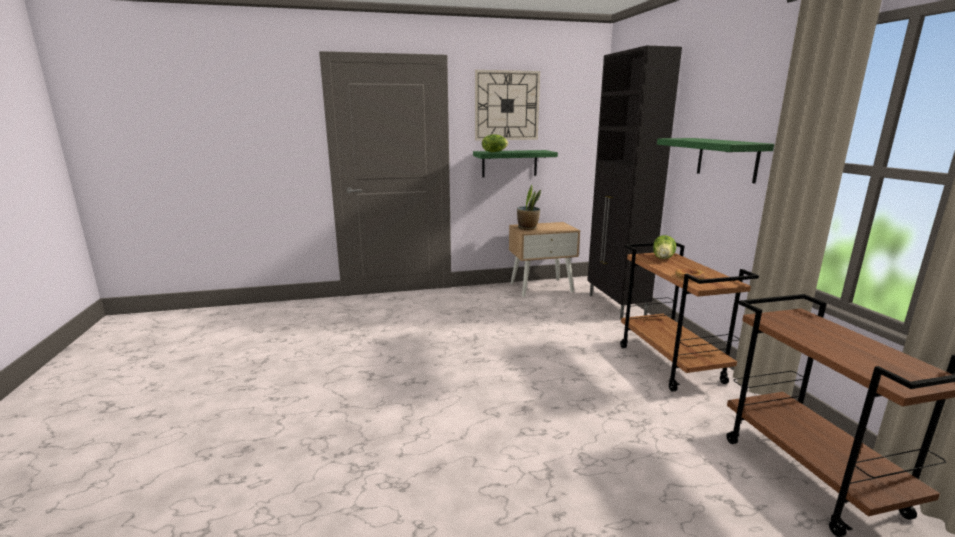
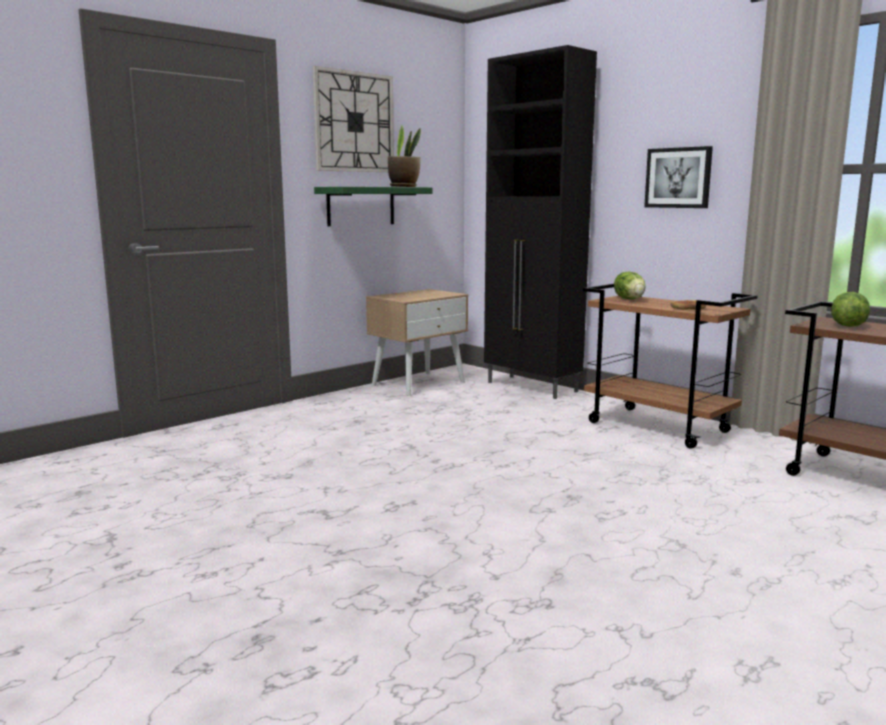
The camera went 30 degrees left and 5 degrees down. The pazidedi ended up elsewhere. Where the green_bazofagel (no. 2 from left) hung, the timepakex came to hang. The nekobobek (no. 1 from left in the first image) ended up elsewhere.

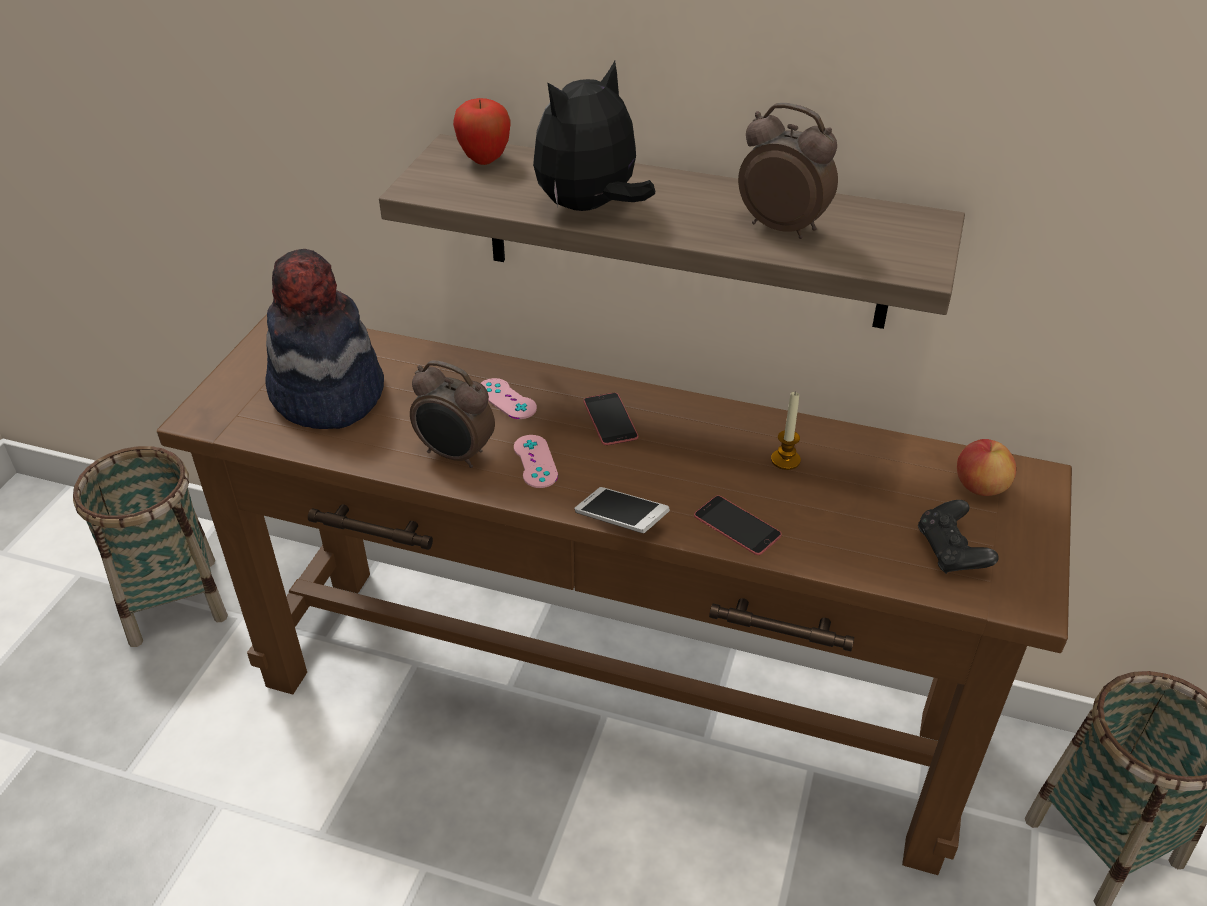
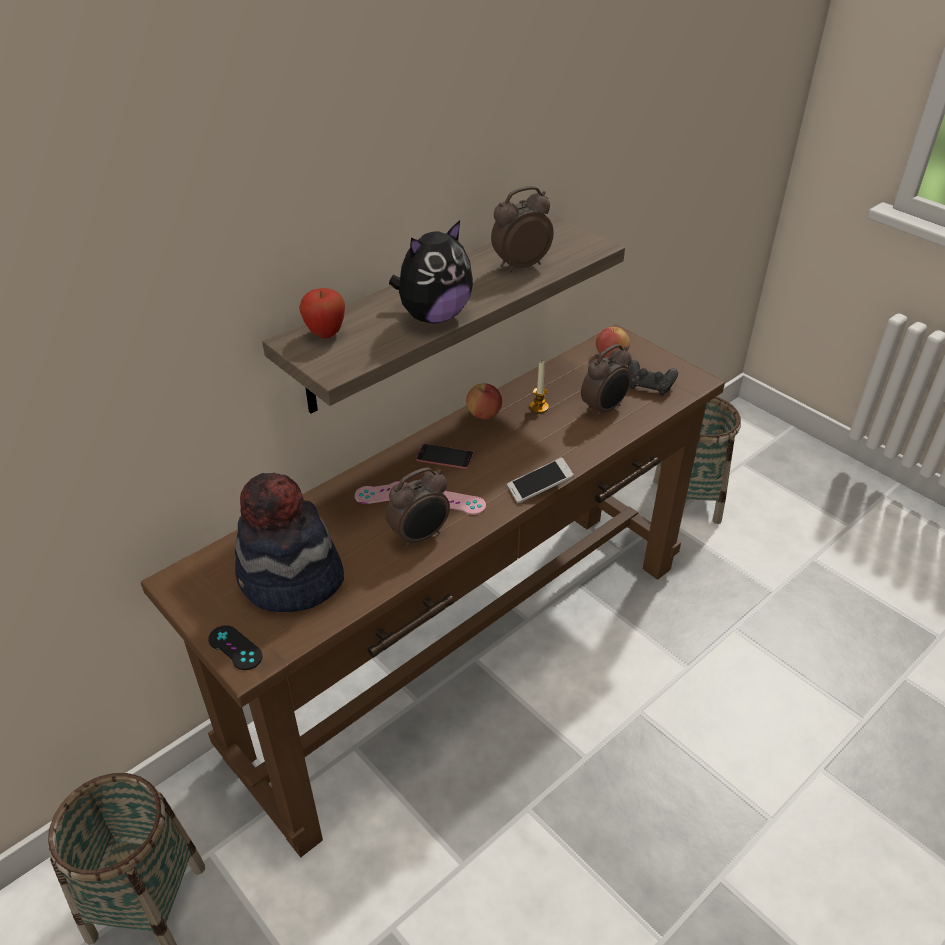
The camera went 60 degrees left and 0 degrees up. The second view gained the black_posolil (no. 1 from left). The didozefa ended up facing another way, 120 degrees counterclockwise from before. The second view gained the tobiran (no. 2 from left). The second view gained the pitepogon (no. 3 from left). The second view lost the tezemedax (no. 3 from left).

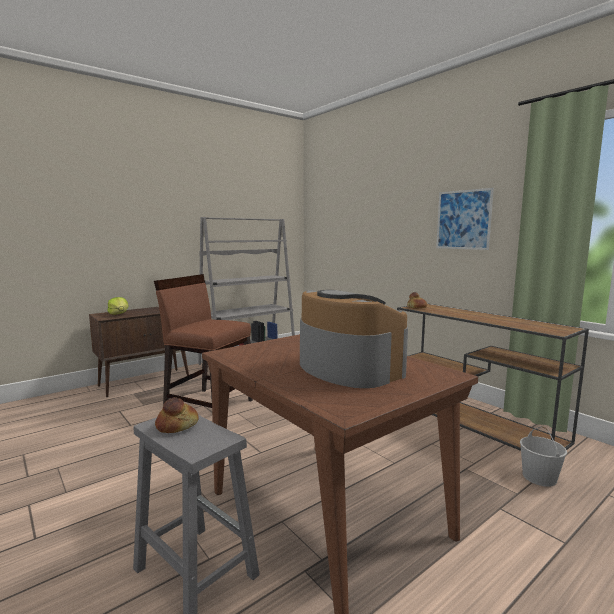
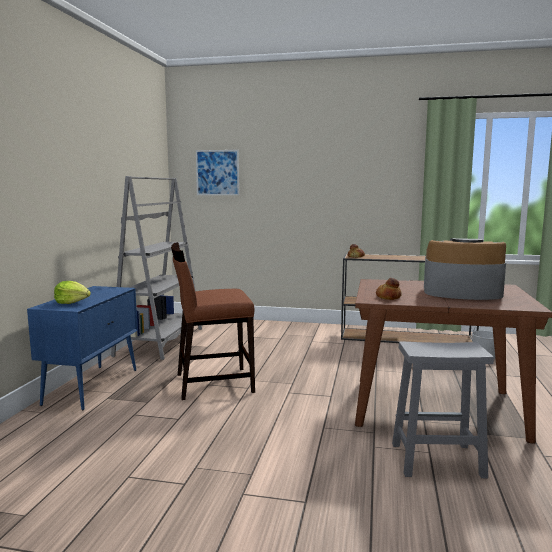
The camera went 40 degrees left and 0 degrees up. What was the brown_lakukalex turned into the blue_lakukalex. The timepakex ended up elsewhere. The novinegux (no. 1 from left in the first image) ended up elsewhere.

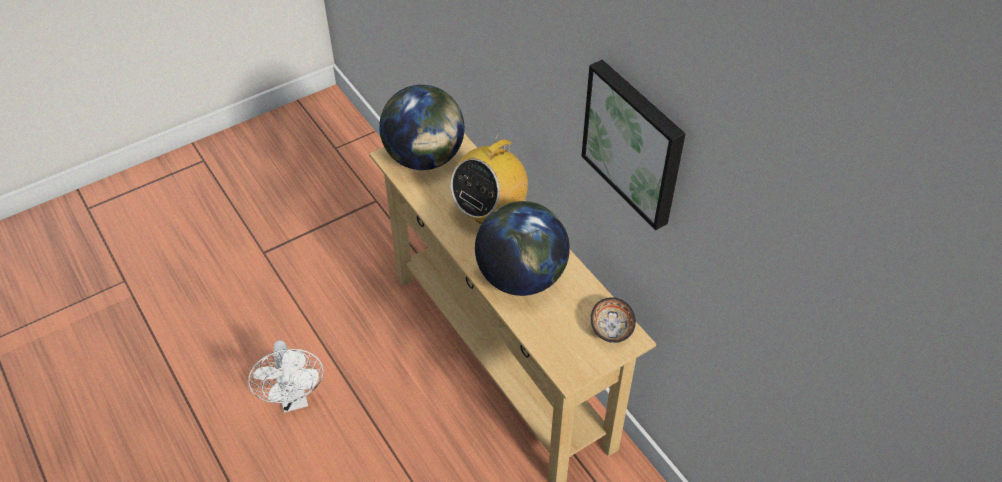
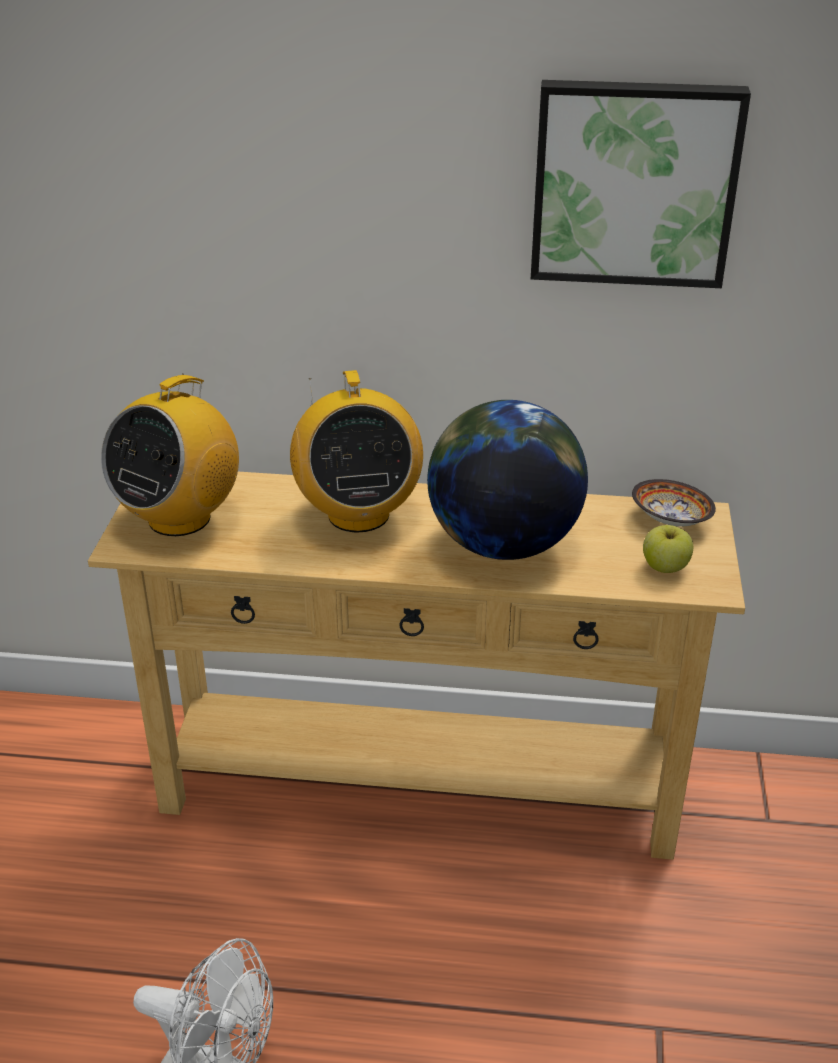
The camera went 50 degrees left and 15 degrees down. Where the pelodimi (no. 1 from left) stood, the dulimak (no. 1 from left) came to stand. The second view gained the tobiran.

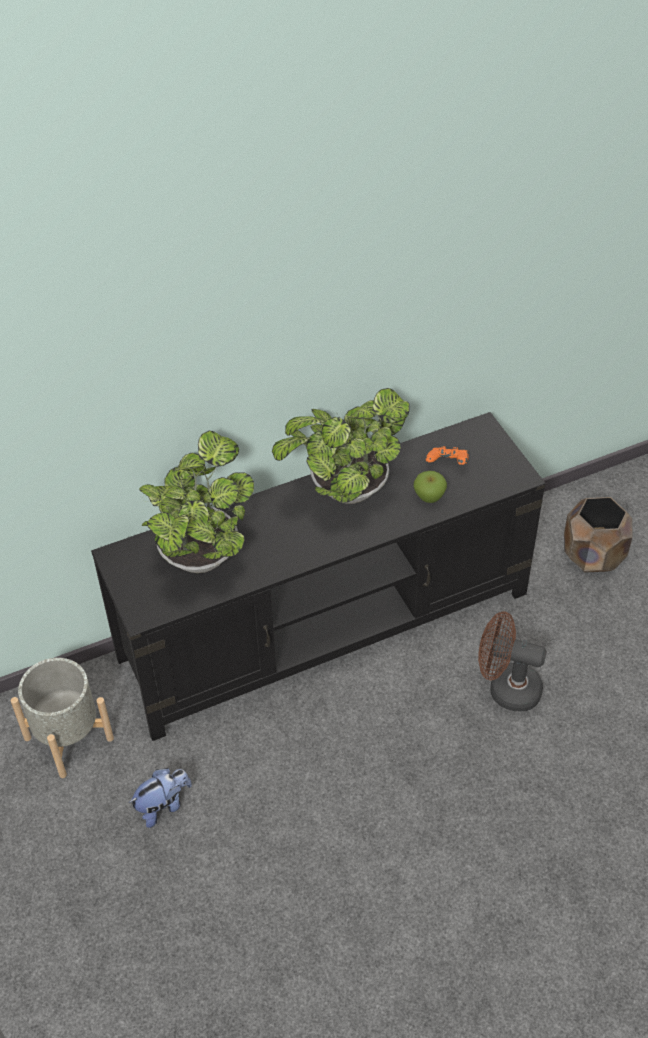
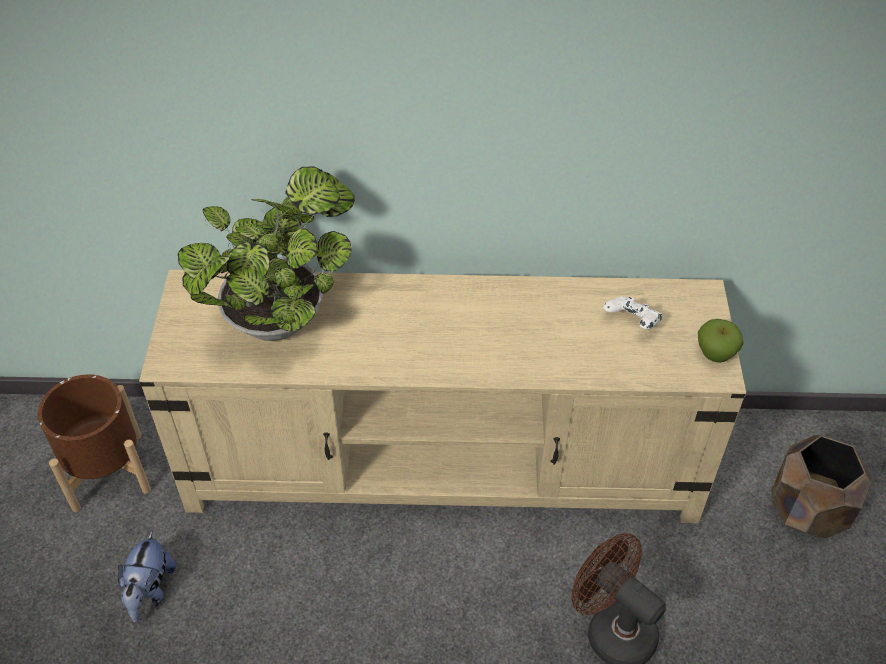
The camera went 25 degrees right and 0 degrees up. What was the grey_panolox turned into the brown_panolox (no. 1 from left). The didozefa ended up facing another way, 105 degrees clockwise from before. What was the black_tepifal turned into the beige_tepifal. What was the orange_posolil turned into the white_posolil. The tobiran ended up elsewhere. The second view lost the pazidedi (no. 2 from left).

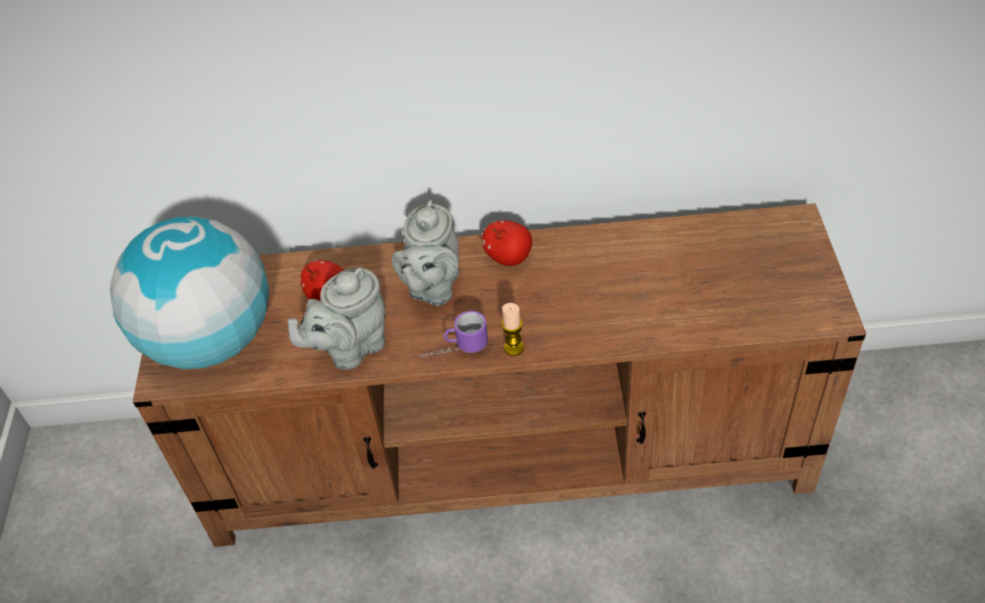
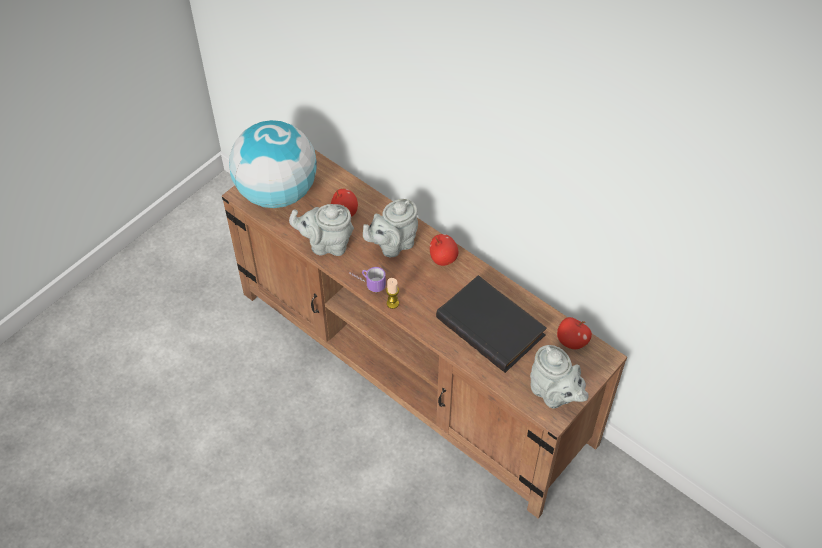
The camera went 40 degrees right and 5 degrees up. The second view gained the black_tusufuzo. The second view gained the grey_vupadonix (no. 3 from left). The second view gained the tobiran (no. 3 from left).

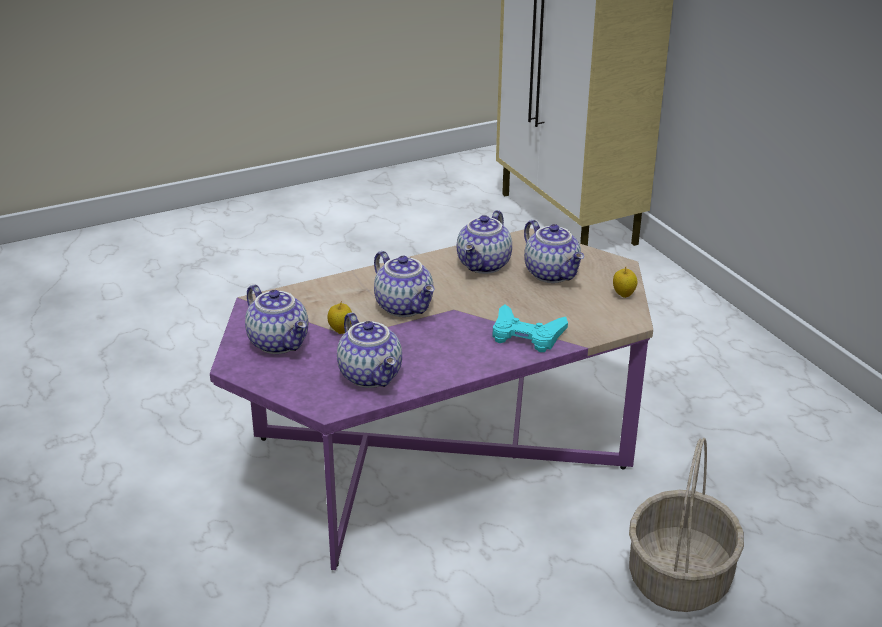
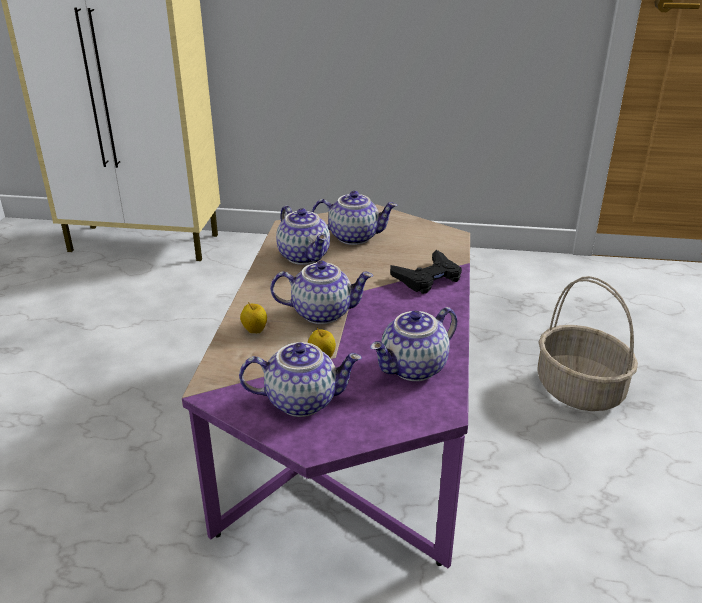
The camera went 55 degrees left and 0 degrees up. The tobiran (no. 2 from left in the first image) ended up elsewhere. The vupadonix (no. 2 from left in the first image) ended up facing another way, 135 degrees clockwise from before. What was the turquoise_posolil turned into the black_posolil.

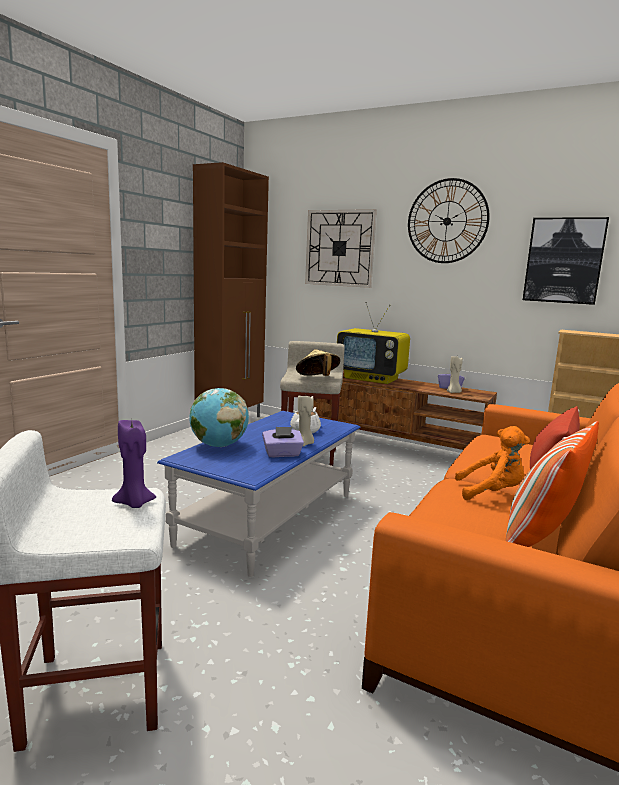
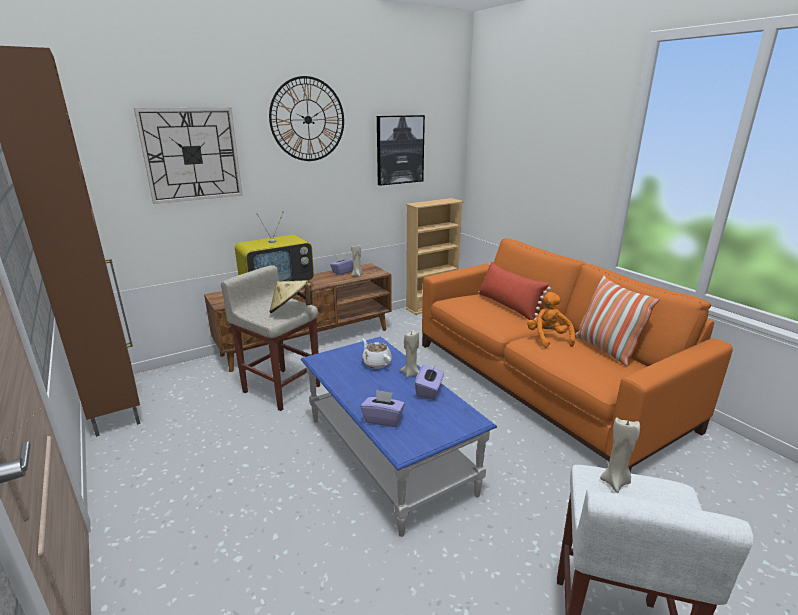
The camera went 60 degrees left and 10 degrees up. Where the pelodimi stood, the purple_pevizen (no. 2 from left) came to stand. The orange_didozefa ended up facing another way, 45 degrees counterclockwise from before. What was the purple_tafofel turned into the beige_tafofel (no. 3 from left).

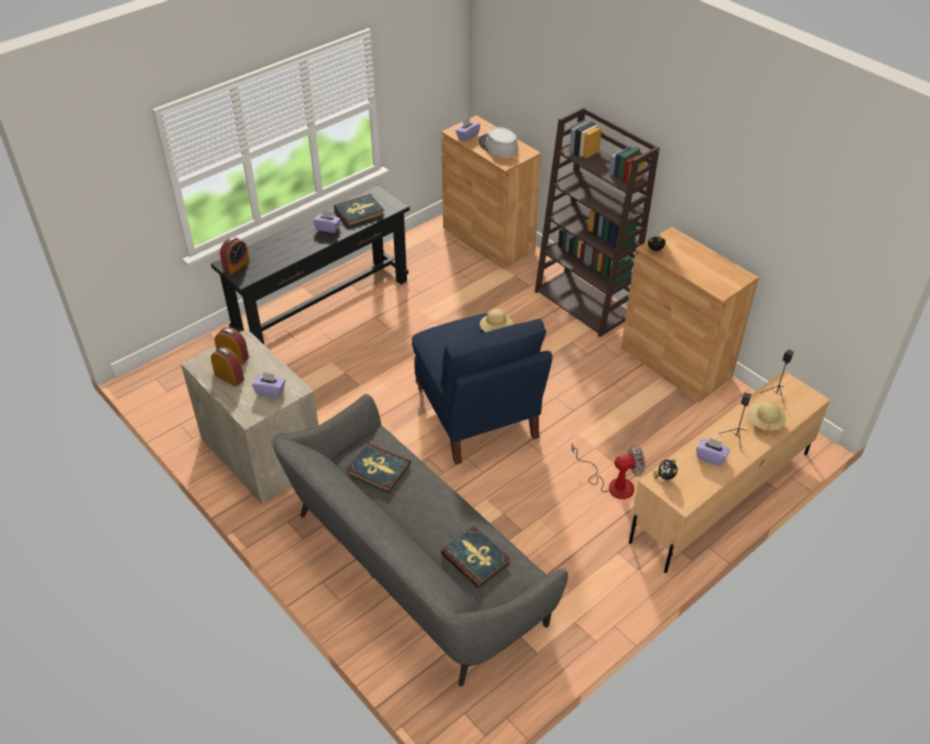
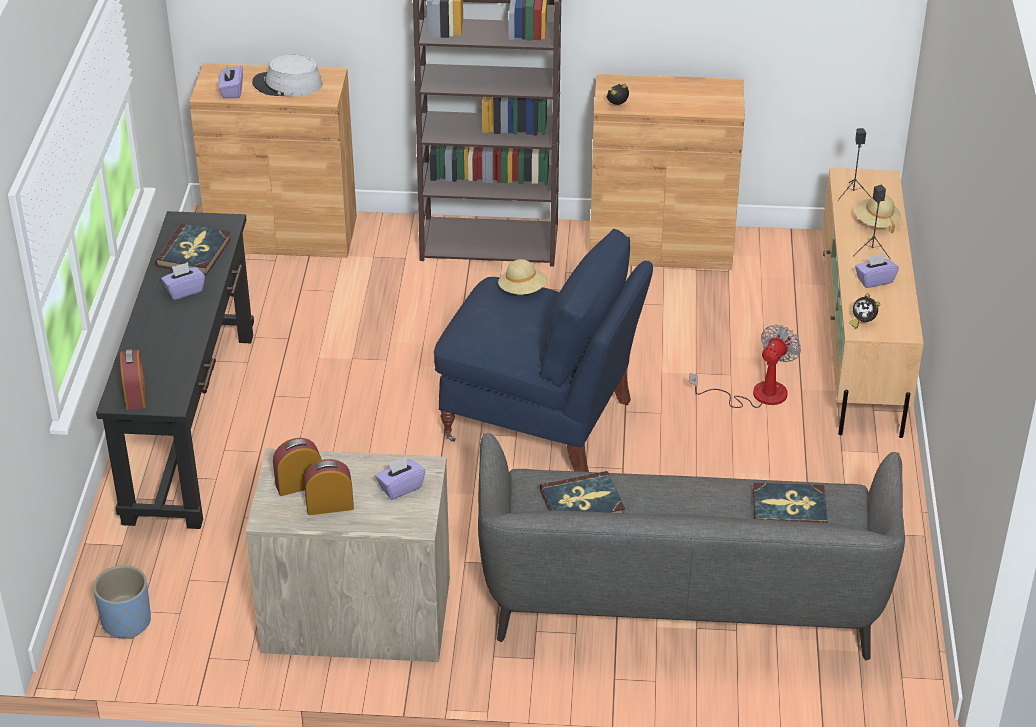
The camera went 45 degrees left and 5 degrees down. The second view gained the blue_panolox.

